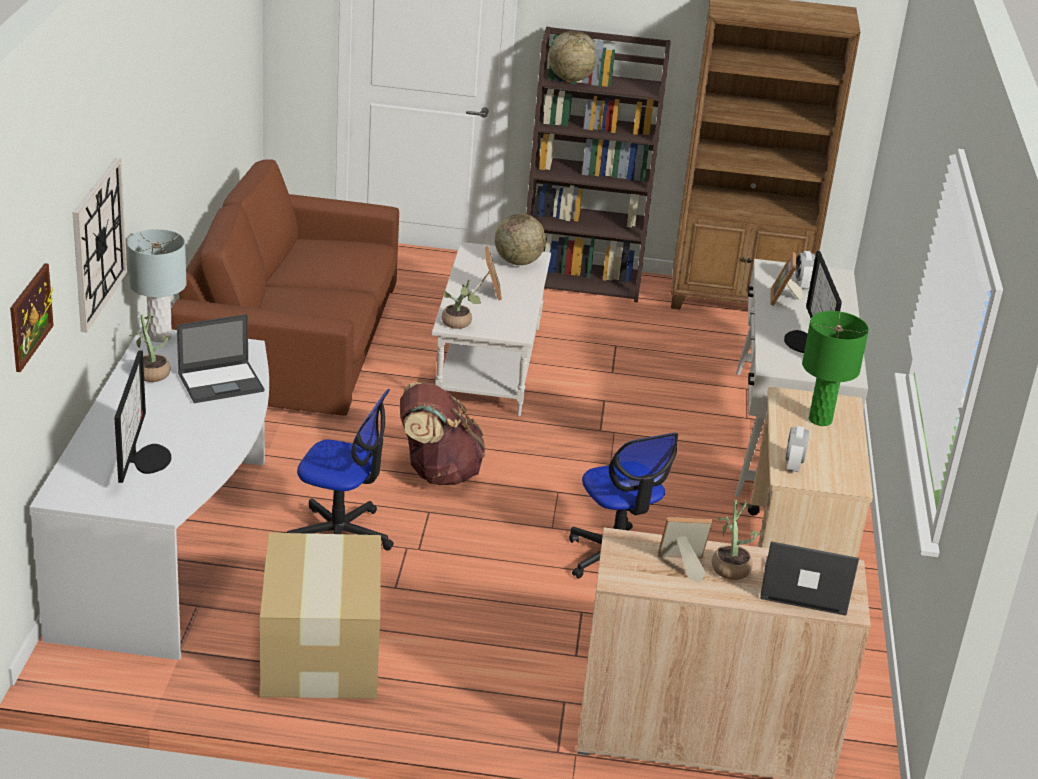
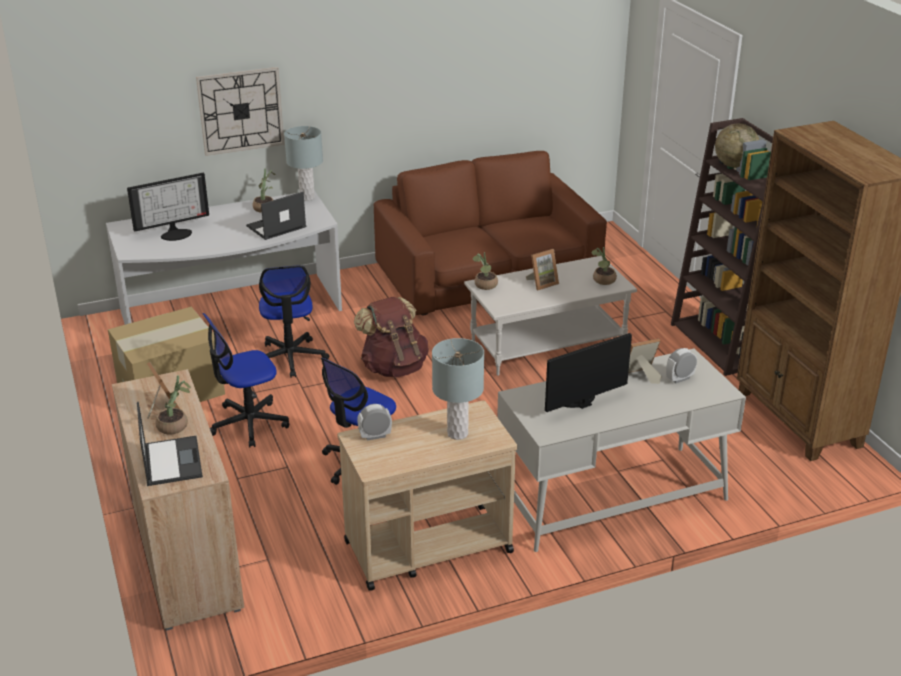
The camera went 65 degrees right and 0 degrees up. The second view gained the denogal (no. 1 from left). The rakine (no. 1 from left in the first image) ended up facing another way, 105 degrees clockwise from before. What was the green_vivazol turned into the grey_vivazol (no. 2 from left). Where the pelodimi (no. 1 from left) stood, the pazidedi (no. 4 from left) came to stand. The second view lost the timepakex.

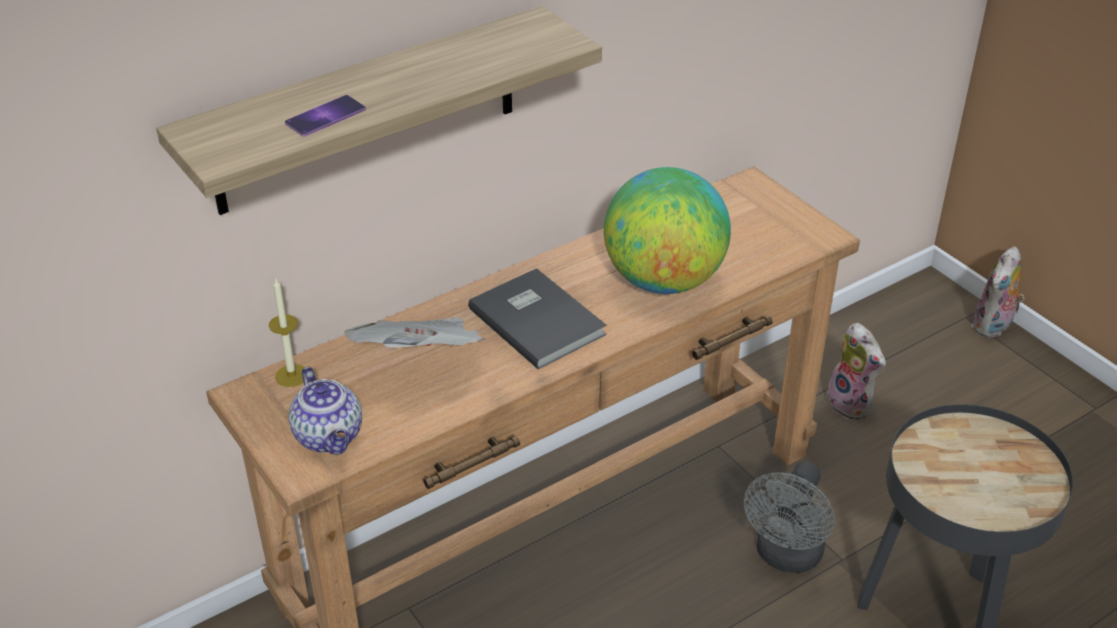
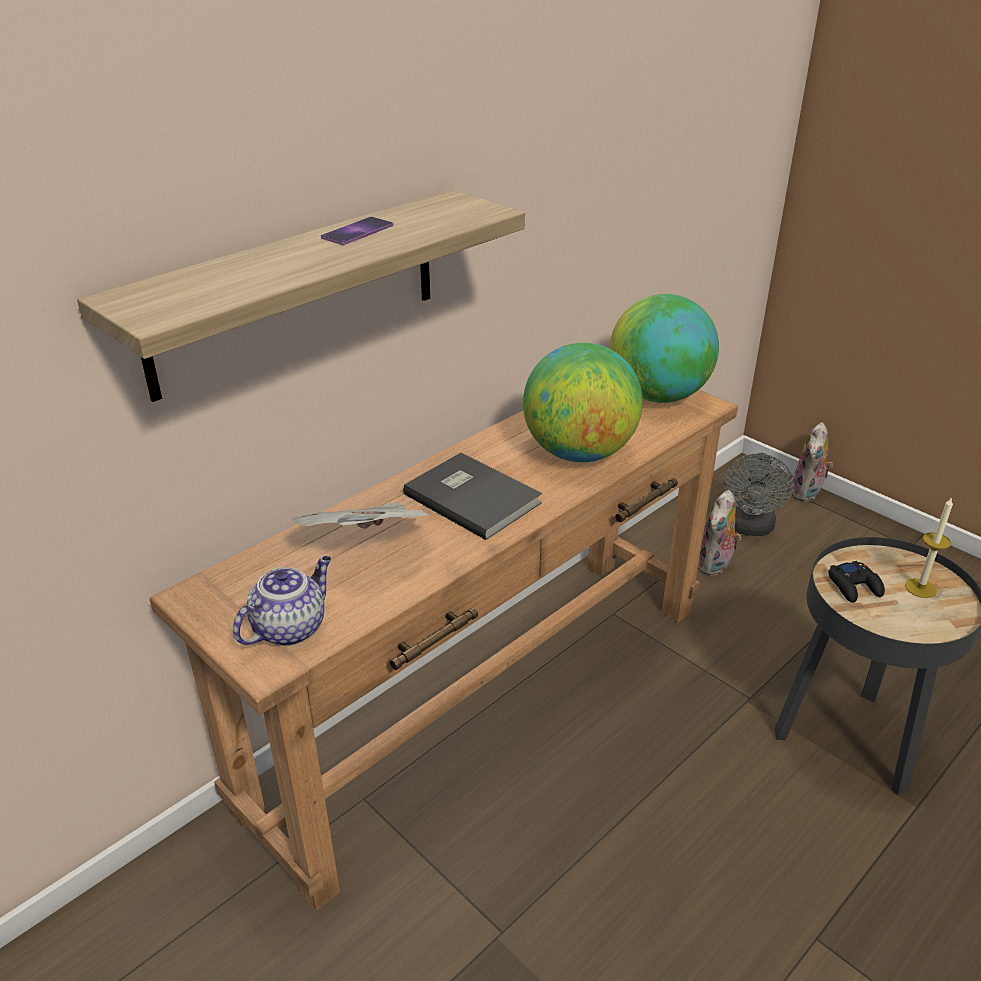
The camera went 10 degrees left and 5 degrees down. The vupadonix ended up facing another way, 105 degrees counterclockwise from before. The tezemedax ended up elsewhere. The second view gained the pelodimi (no. 2 from left). The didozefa (no. 1 from left) ended up facing another way, 75 degrees clockwise from before. The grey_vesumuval ended up elsewhere. The second view gained the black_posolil. The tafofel ended up elsewhere.

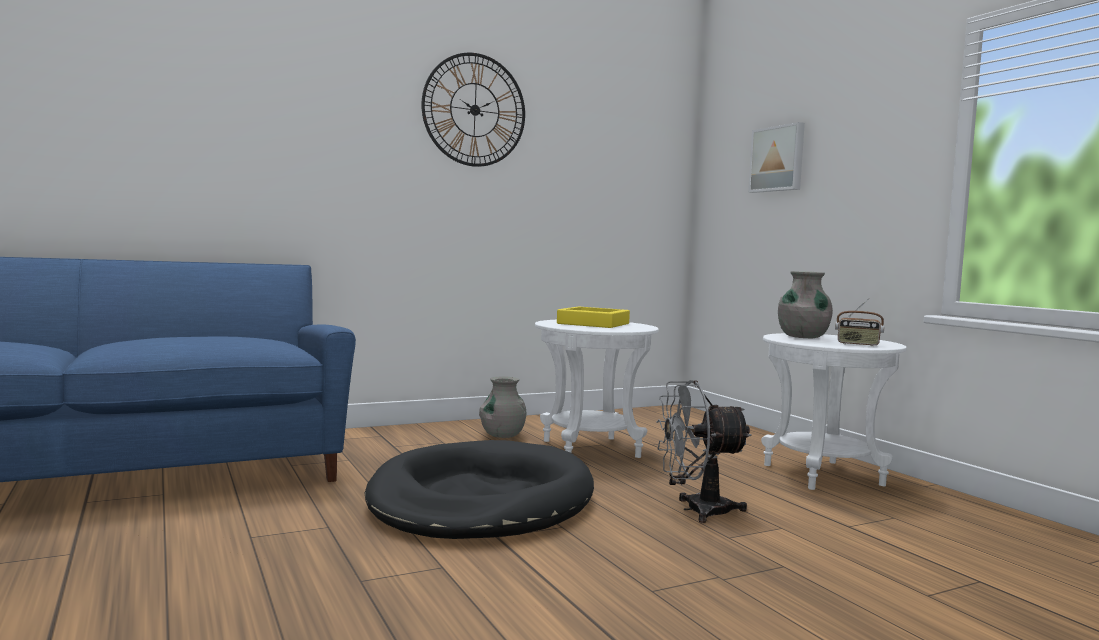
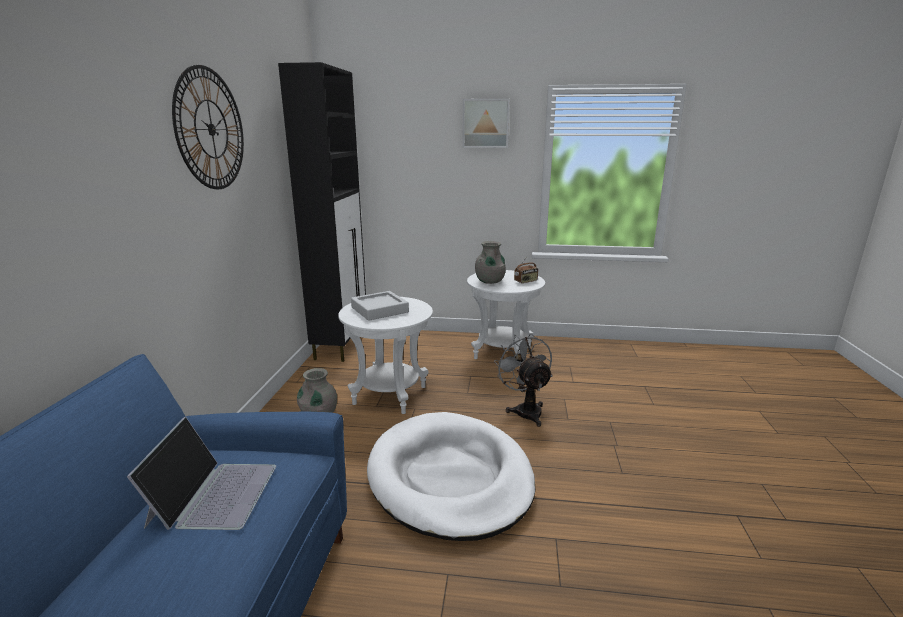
The camera went 55 degrees left and 15 degrees up. The second view gained the rakine. The second view gained the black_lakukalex. What was the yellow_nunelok turned into the grey_nunelok. What was the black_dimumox turned into the white_dimumox. The timepakex ended up elsewhere. The grey_vesumuval ended up facing another way, 135 degrees clockwise from before.

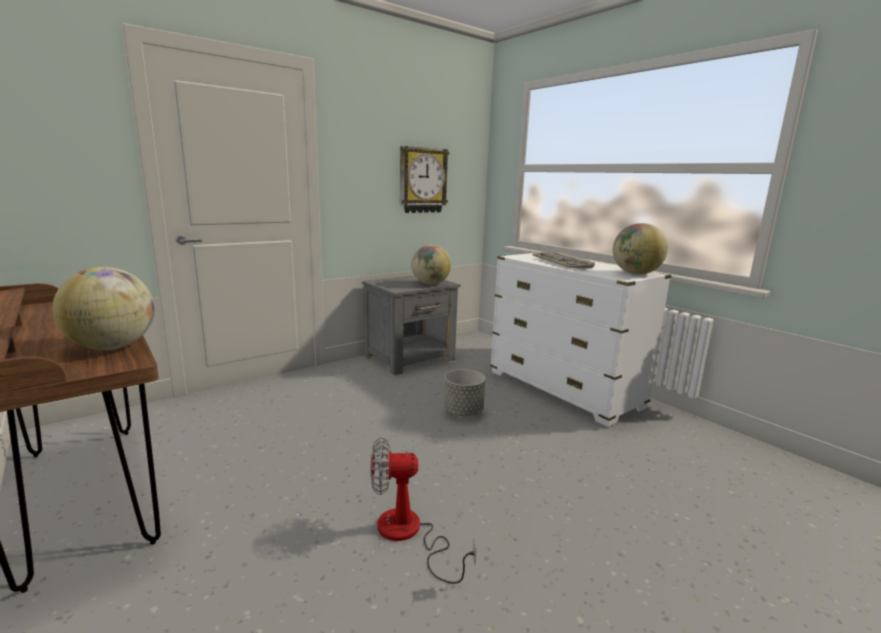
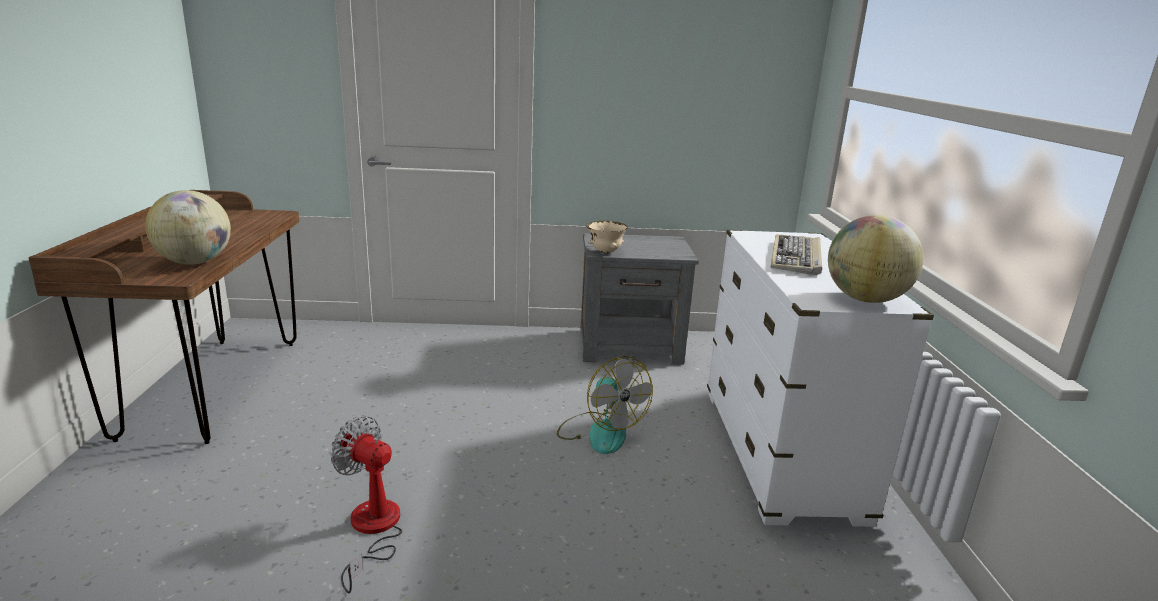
The camera went 35 degrees right and 5 degrees up. Where the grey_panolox stood, the vesumuval (no. 2 from left) came to stand. The second view gained the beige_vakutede. The second view lost the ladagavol. The second view lost the pelodimi (no. 2 from left).

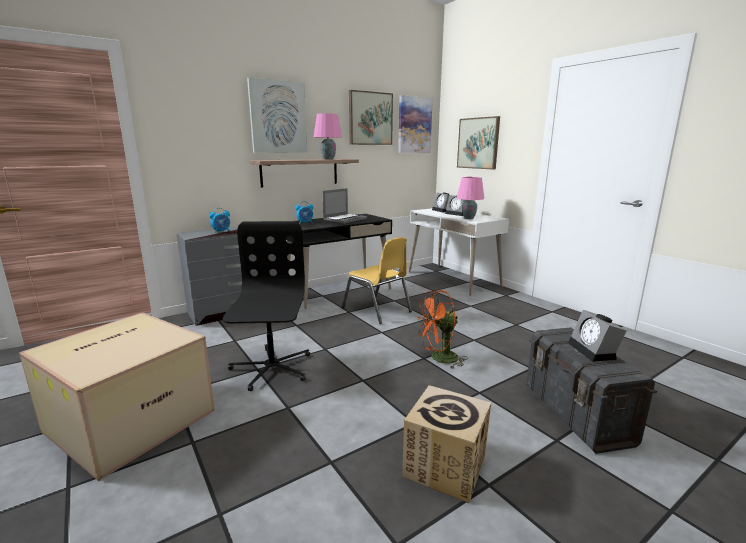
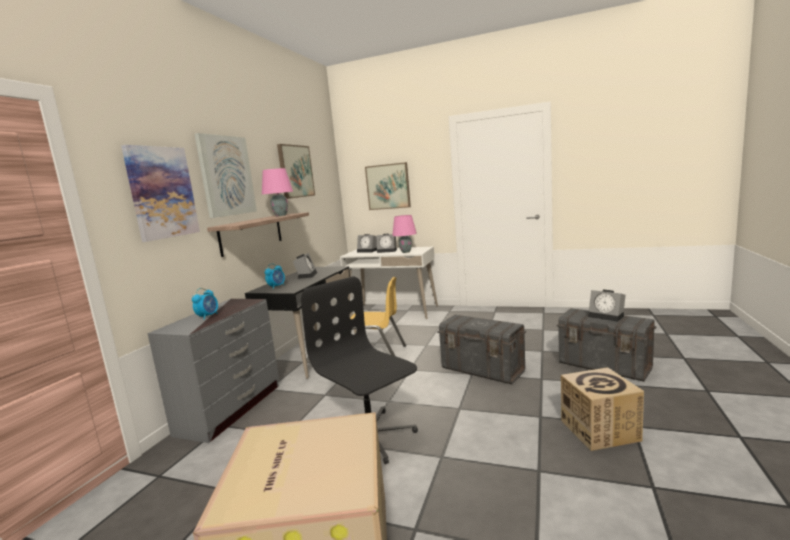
The camera went 35 degrees left and 5 degrees down. The timepakex (no. 3 from left in the first image) ended up elsewhere. Where the rakine stood, the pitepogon (no. 3 from left) came to stand. Where the orange_vesumuval stood, the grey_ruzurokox (no. 1 from left) came to stand.

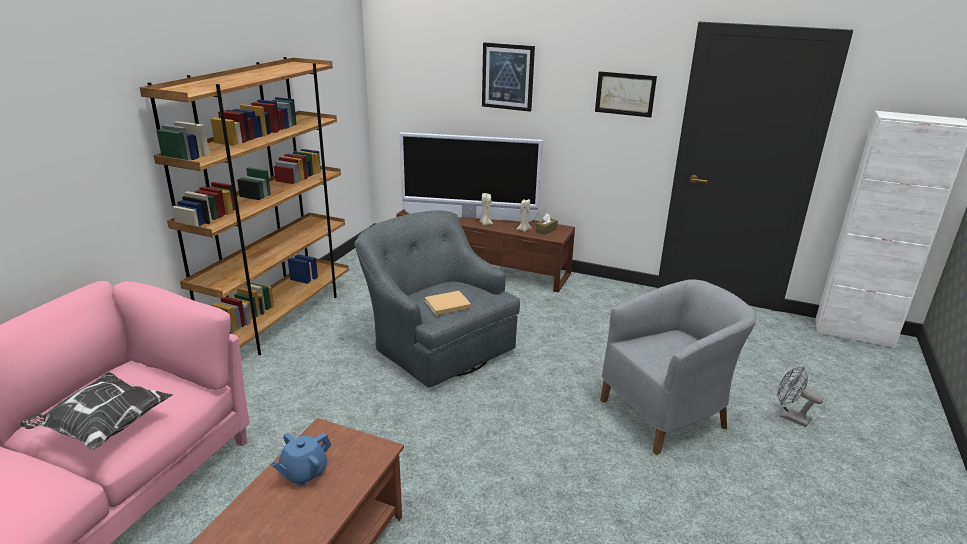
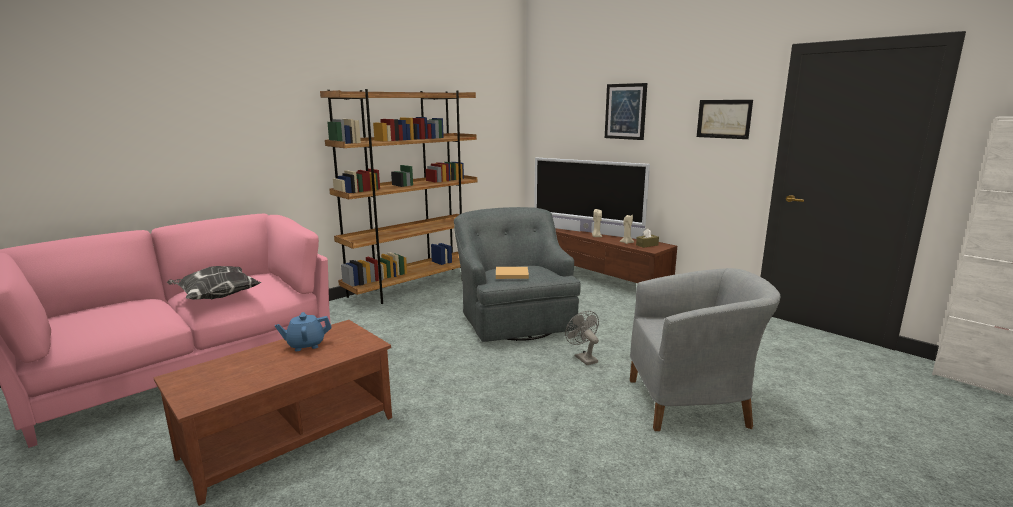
The camera went 25 degrees right and 10 degrees down. The grey_vesumuval ended up elsewhere.

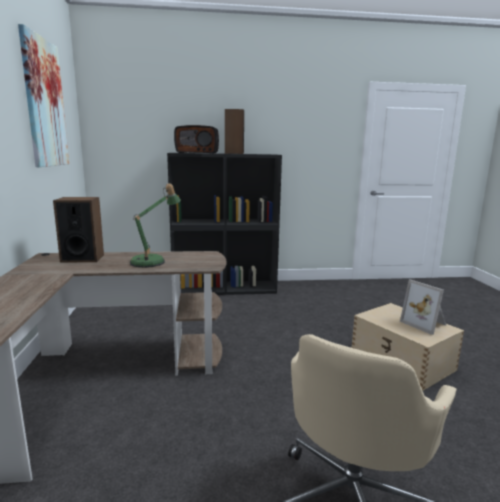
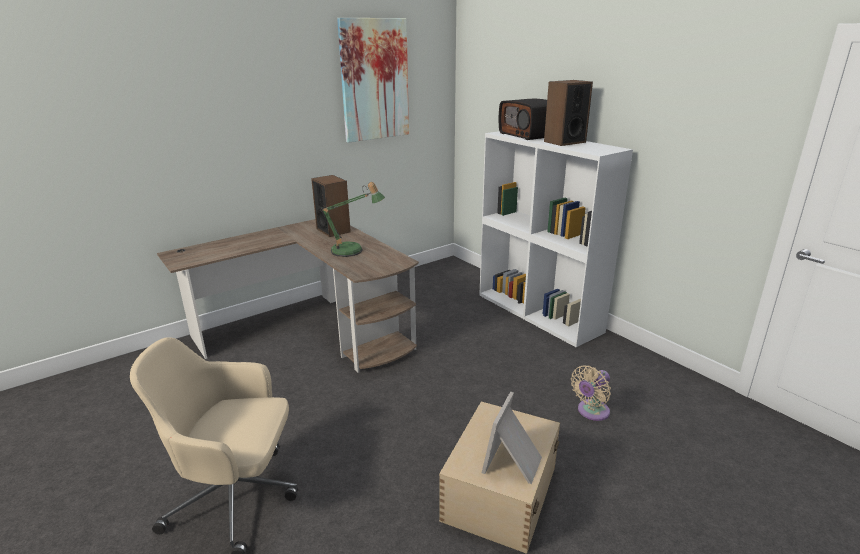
The camera went 60 degrees right and 10 degrees up. What was the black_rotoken turned into the white_rotoken. The second view gained the beige_vesumuval.

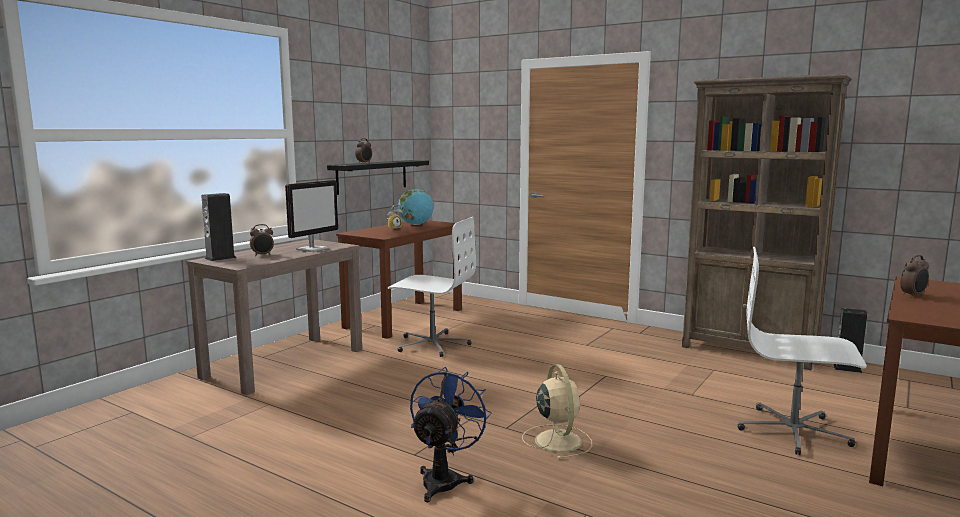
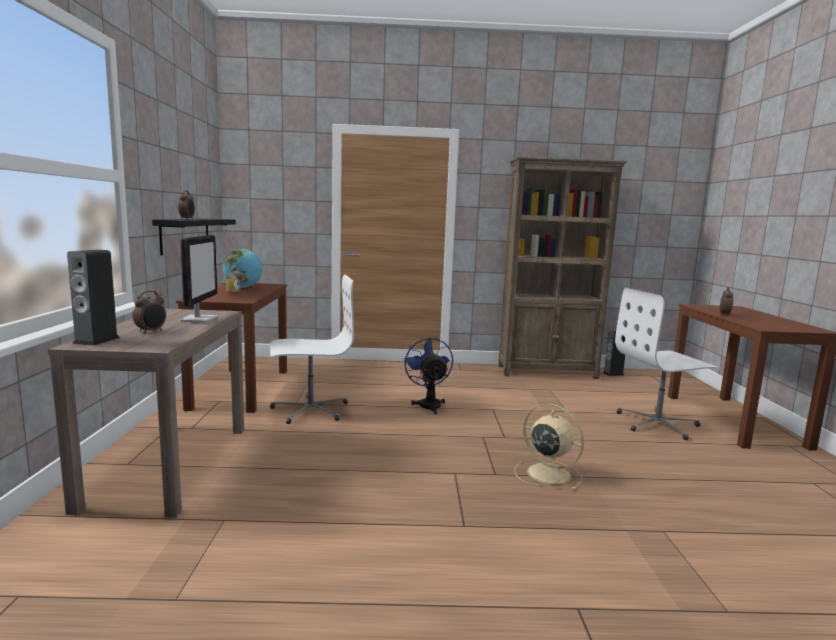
The camera went 35 degrees left and 0 degrees up. The blue_vesumuval ended up elsewhere.

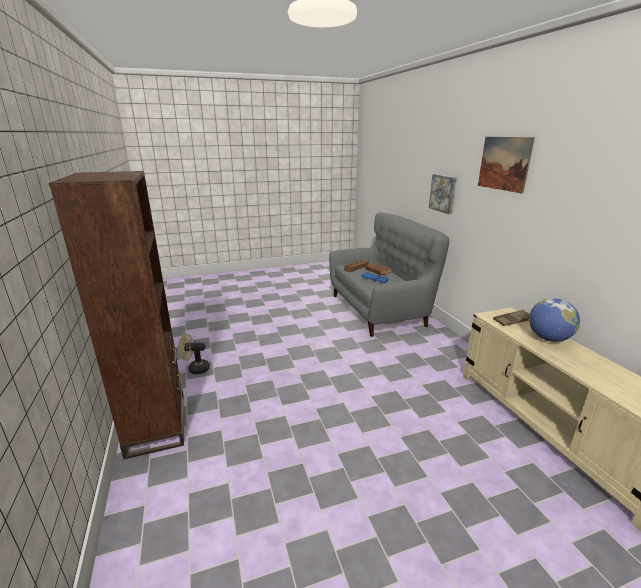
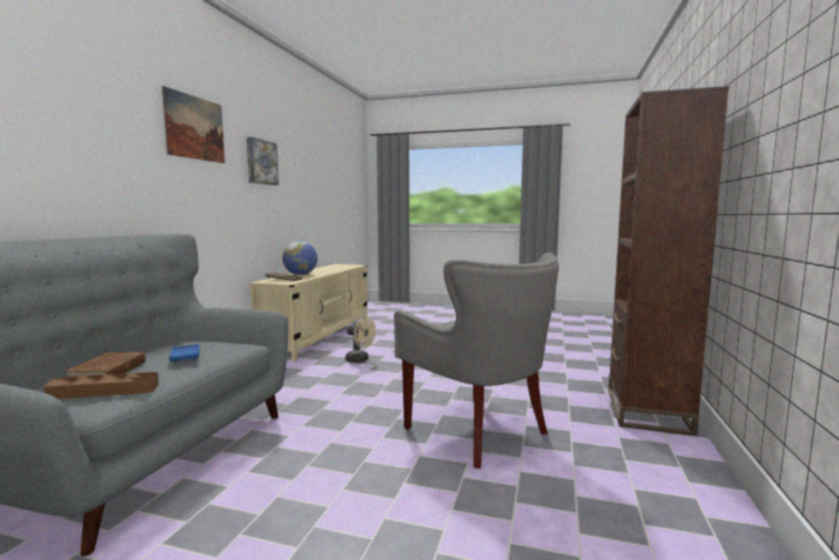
The camera went 145 degrees left and 15 degrees down. The timepakex (no. 1 from left in the first image) ended up elsewhere. The beige_vesumuval ended up elsewhere. The second view gained the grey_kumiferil.

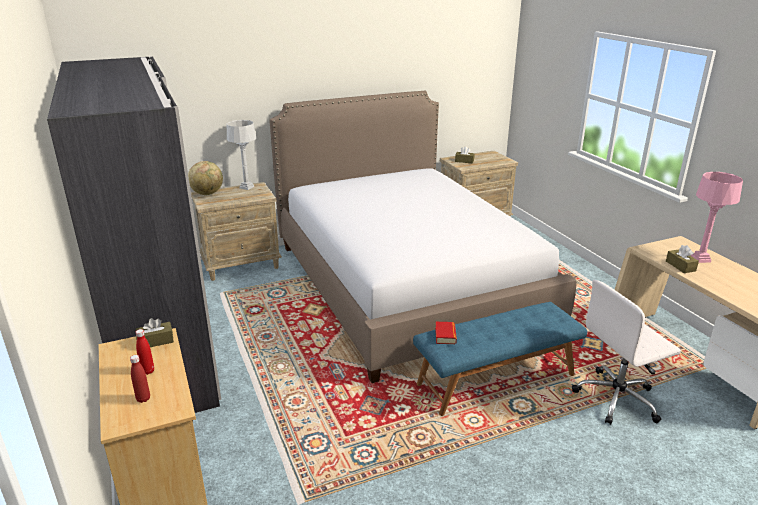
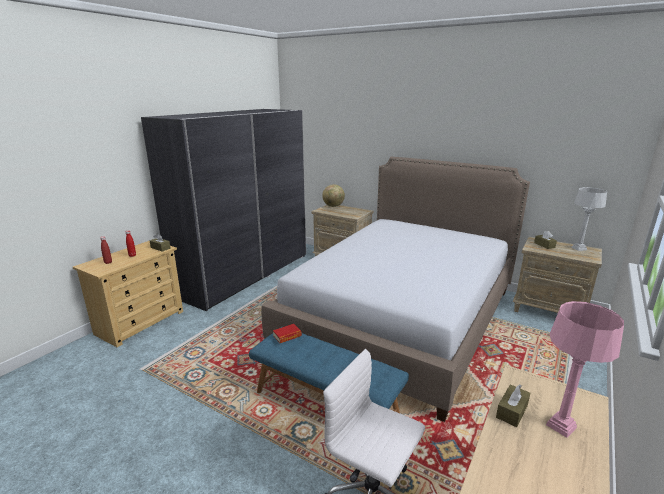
The camera went 55 degrees right and 5 degrees down. The grey_vivazol ended up elsewhere.

